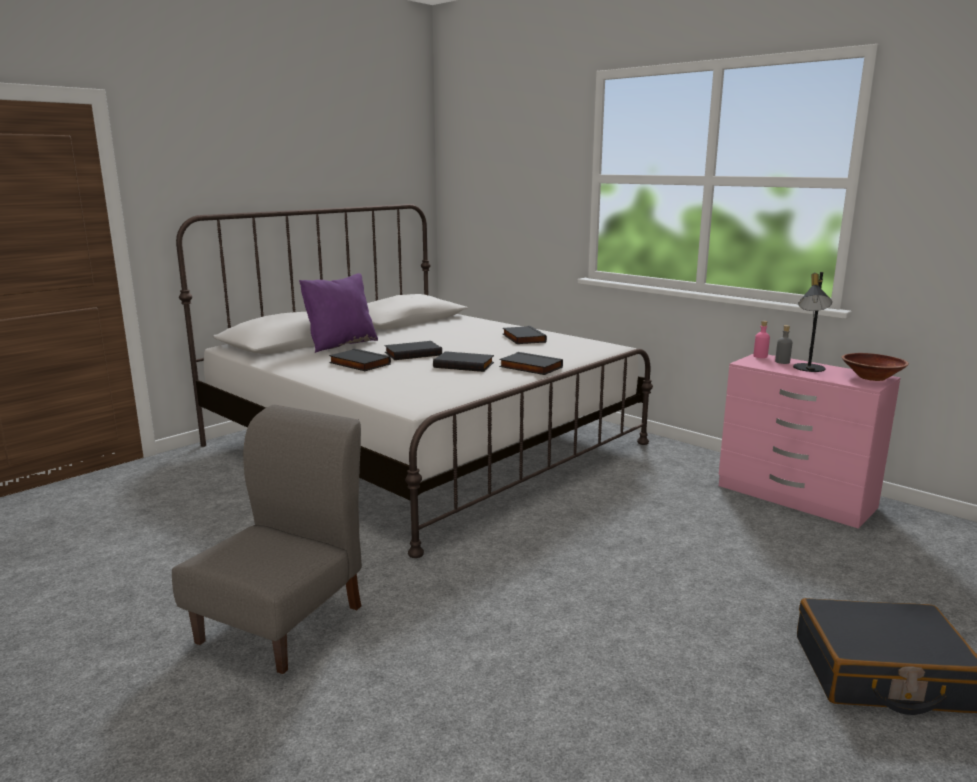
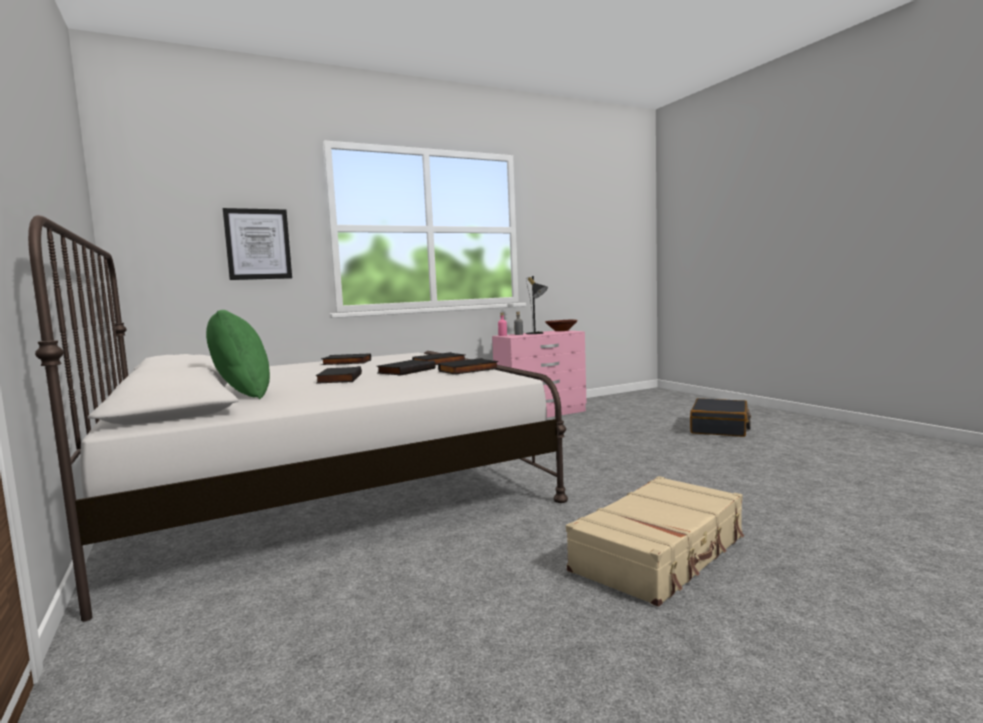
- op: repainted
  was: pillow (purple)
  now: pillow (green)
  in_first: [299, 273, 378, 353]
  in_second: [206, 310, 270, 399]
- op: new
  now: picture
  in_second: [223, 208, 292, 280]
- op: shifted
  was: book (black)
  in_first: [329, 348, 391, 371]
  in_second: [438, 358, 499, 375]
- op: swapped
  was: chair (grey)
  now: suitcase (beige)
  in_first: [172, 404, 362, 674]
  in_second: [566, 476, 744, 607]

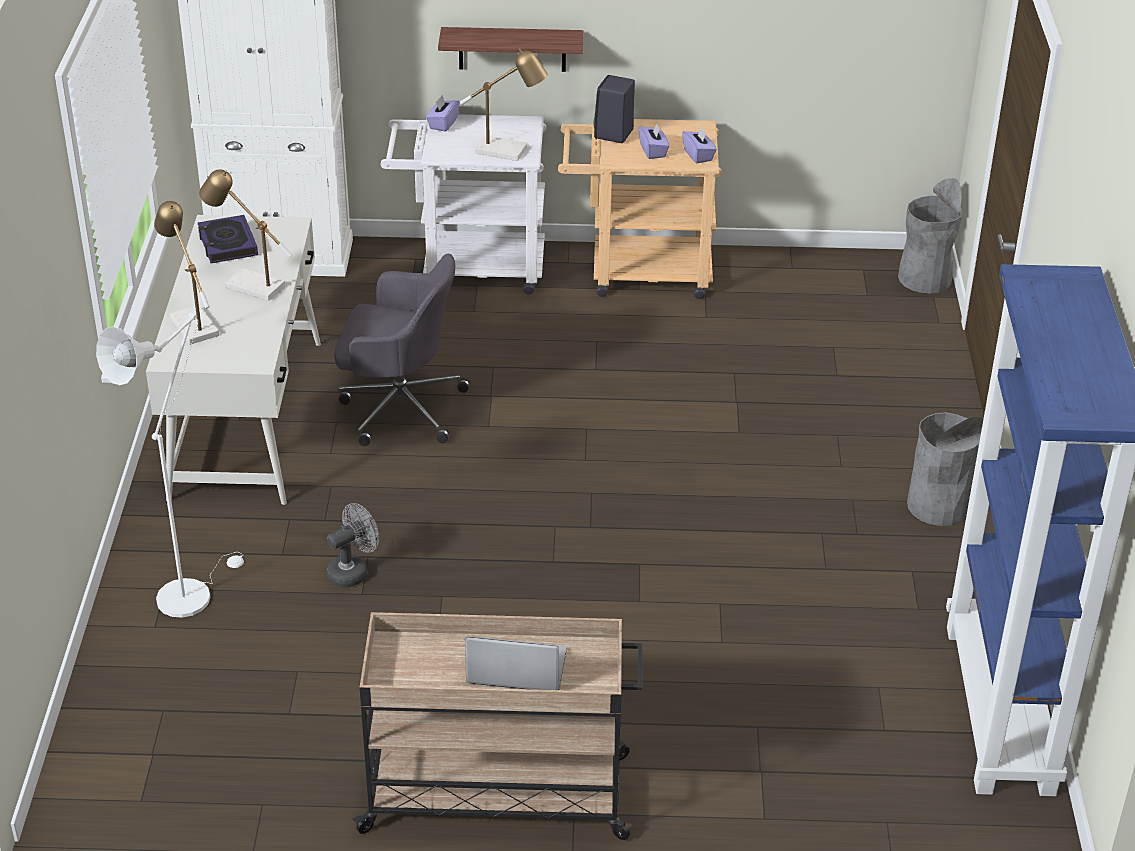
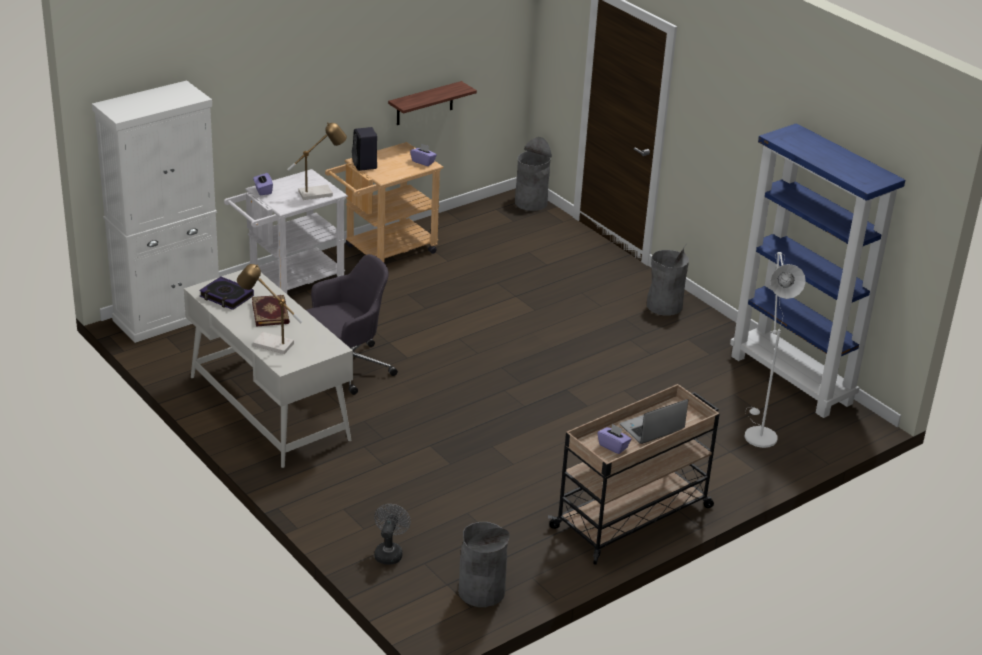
- op: swapped
  was: table lamp
  now: book
  in_first: [199, 169, 292, 301]
  in_second: [252, 295, 290, 327]
- op: shifted
  was: fan (grey)
  in_first: [326, 503, 379, 588]
  in_second: [374, 504, 411, 565]
- op: shifted
  was: shelf
  in_first: [438, 27, 583, 72]
  in_second: [388, 81, 477, 125]
- op: new
  now: trash can (grey)
  in_second: [458, 522, 510, 607]
- op: shifted
  was: tissue box (purple)
  in_first: [639, 123, 669, 159]
  in_second: [597, 424, 631, 454]
- op: shifted
  was: floor lamp (white)
  in_first: [96, 313, 244, 618]
  in_second: [745, 252, 806, 448]

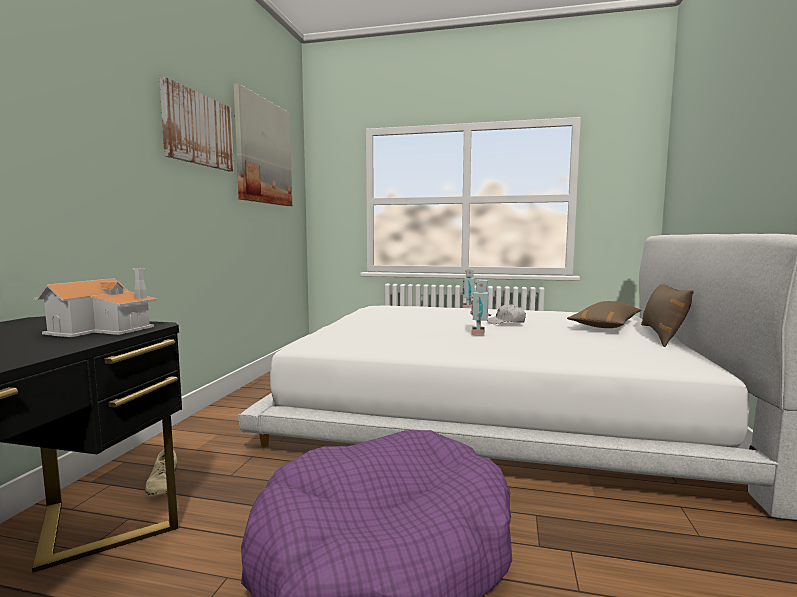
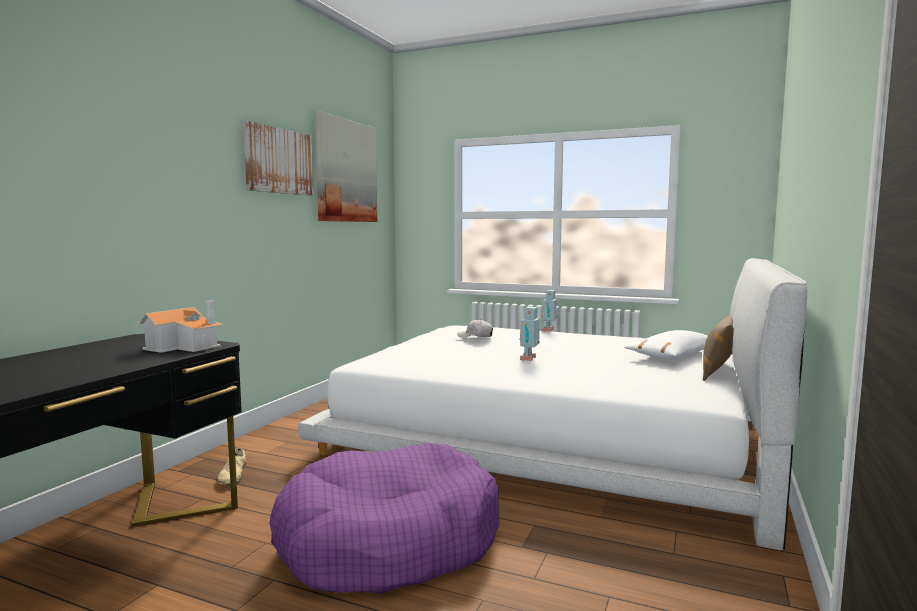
- op: shifted
  was: cap (white)
  in_first: [487, 304, 526, 324]
  in_second: [458, 319, 493, 338]
- op: repainted
  was: pillow (brown)
  now: pillow (white)
  in_first: [567, 301, 641, 328]
  in_second: [624, 330, 708, 359]

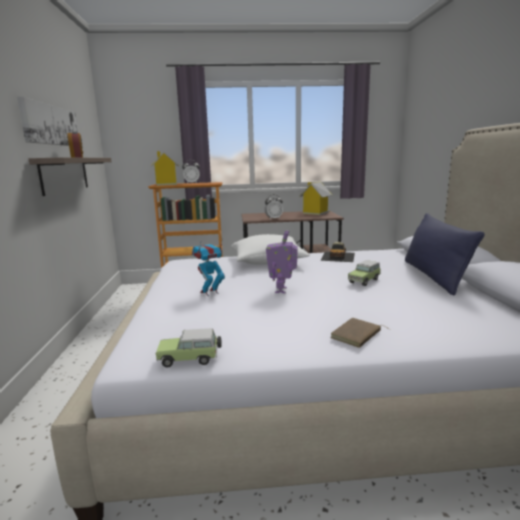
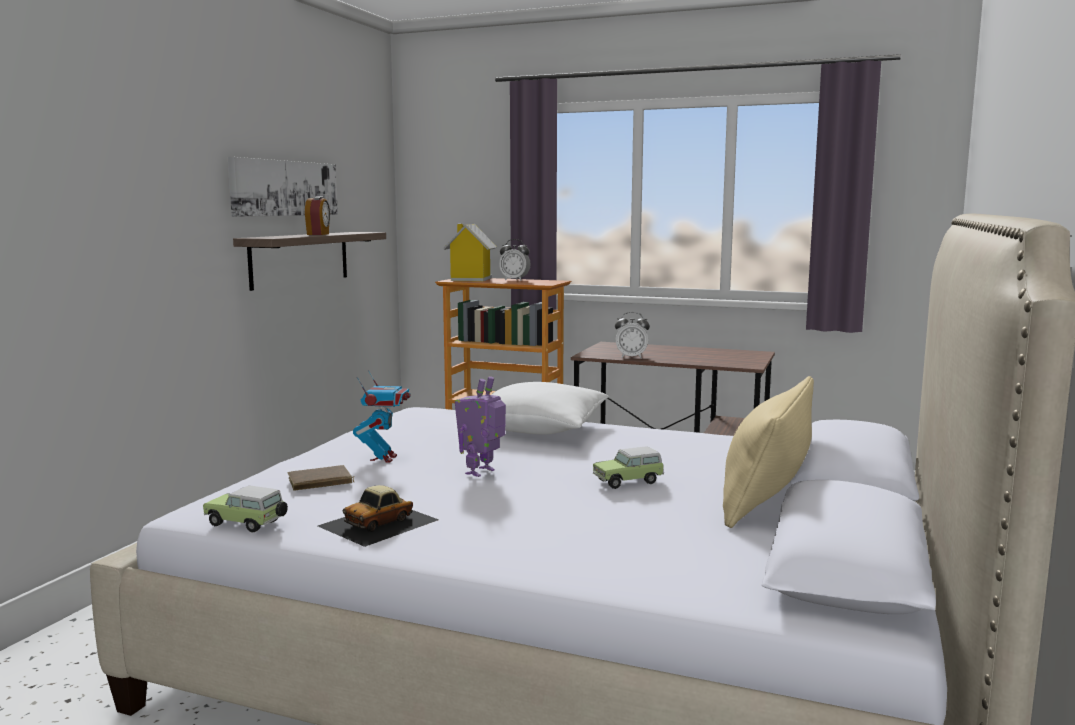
- op: shifted
  was: book (brown)
  in_first: [330, 318, 390, 348]
  in_second: [288, 465, 354, 491]
- op: shifted
  was: toy car
  in_first: [321, 242, 355, 262]
  in_second: [318, 485, 439, 547]
- op: rotated
  was: toy robot
  in_first: [192, 238, 225, 296]
  in_second: [353, 370, 411, 463]
  clockwise: 105
- op: repainted
  was: pillow (blue)
  now: pillow (beige)
  in_first: [405, 213, 485, 296]
  in_second: [723, 376, 814, 528]
- op: gone
  was: toy house
  in_first: [299, 182, 332, 215]

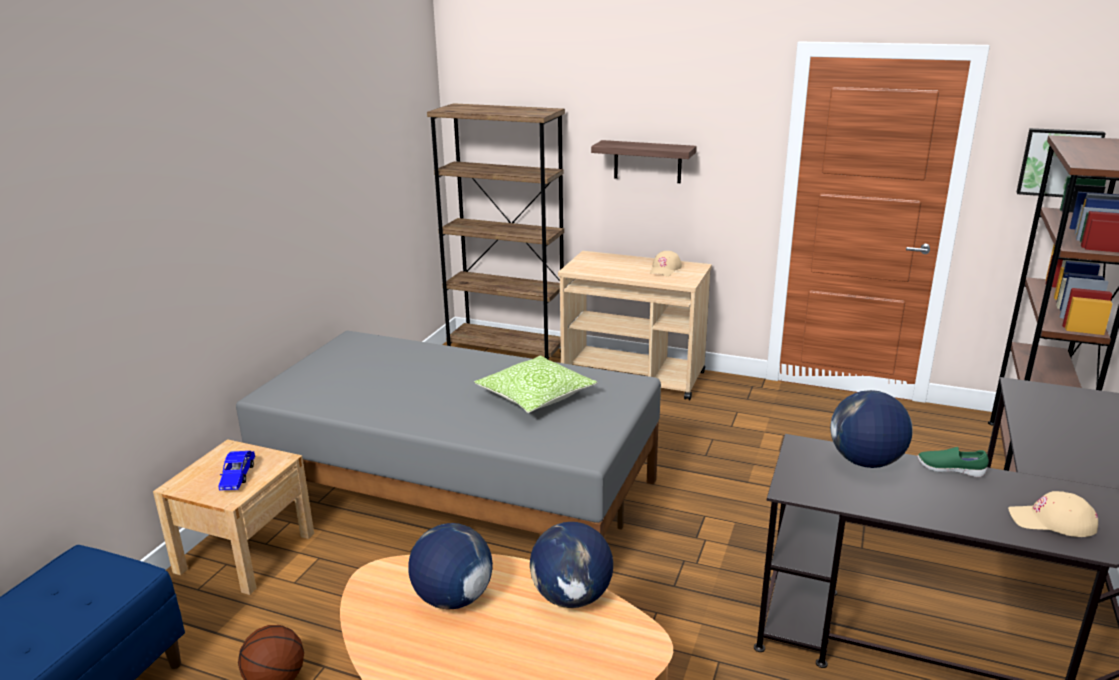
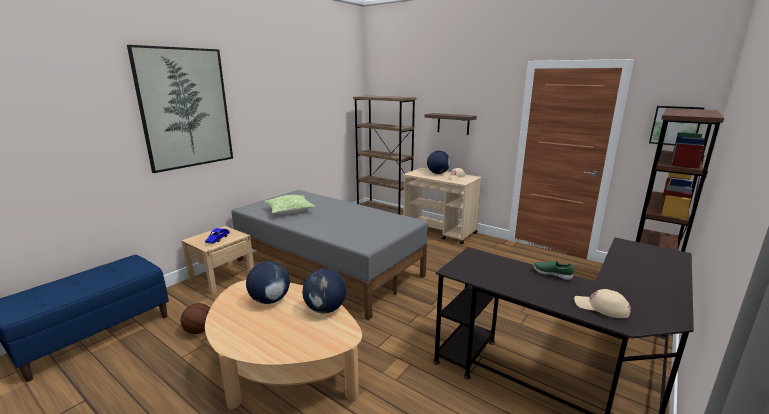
- op: new
  now: picture
  in_second: [127, 45, 233, 173]
- op: shifted
  was: pillow
  in_first: [474, 355, 597, 413]
  in_second: [265, 195, 315, 214]
- op: shifted
  was: globe
  in_first: [830, 390, 913, 468]
  in_second: [427, 151, 450, 174]

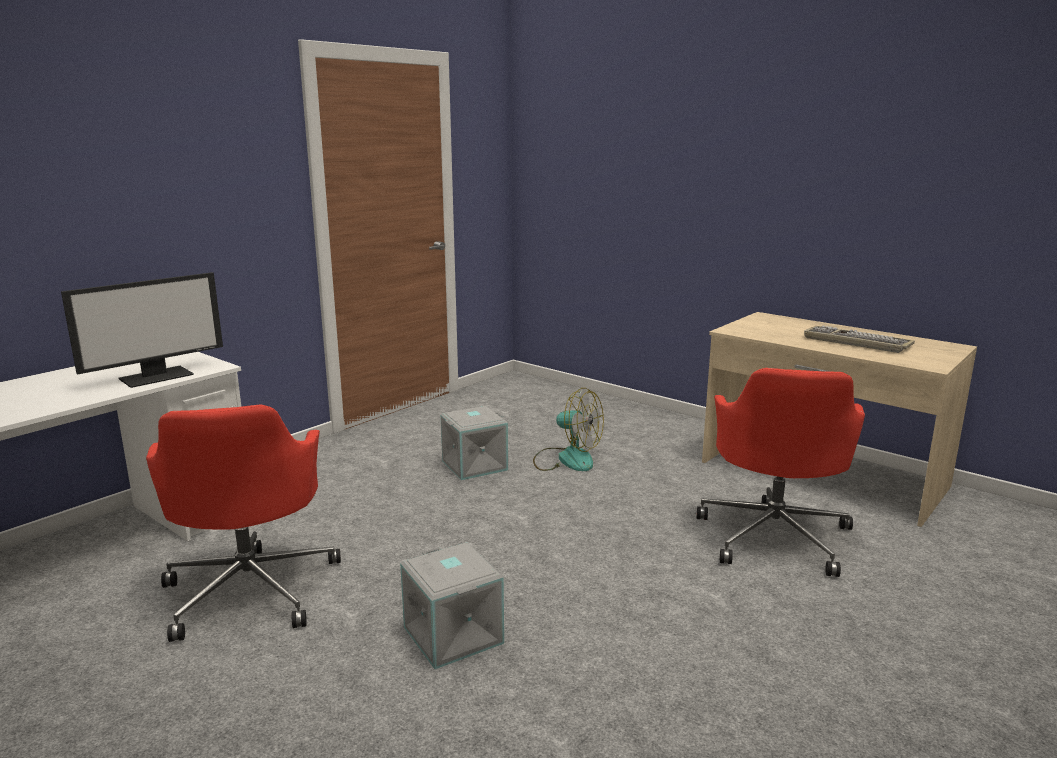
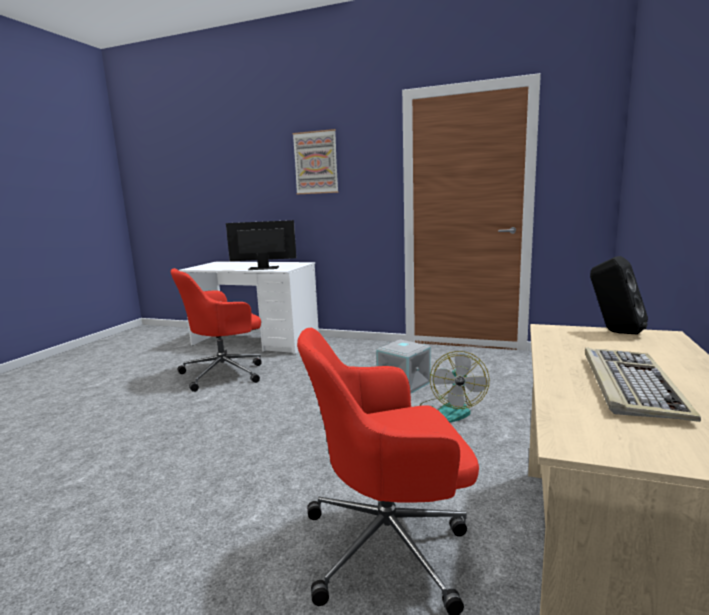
- op: rotated
  was: monitor
  in_first: [61, 272, 223, 388]
  in_second: [226, 220, 296, 270]
  clockwise: 150
- op: new
  now: picture
  in_second: [293, 129, 339, 194]
- op: new
  now: speaker (black)
  in_second: [590, 256, 648, 335]
- op: gone
  was: storage box (grey)
  in_first: [400, 542, 504, 669]

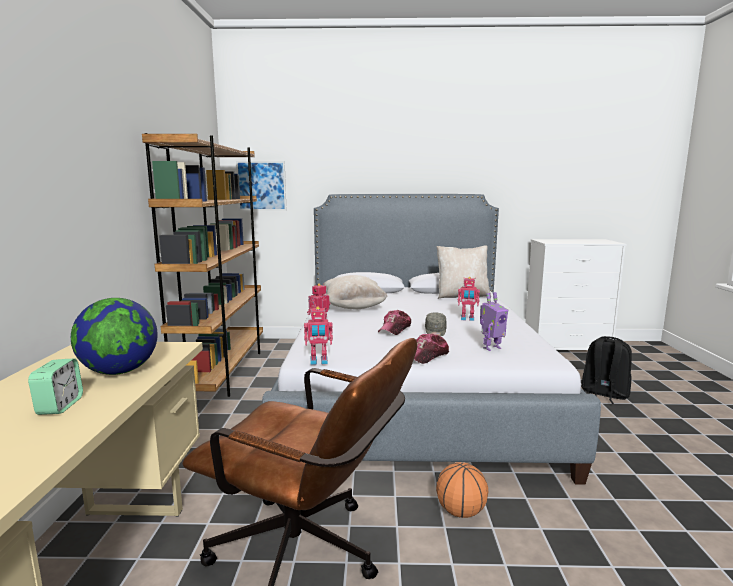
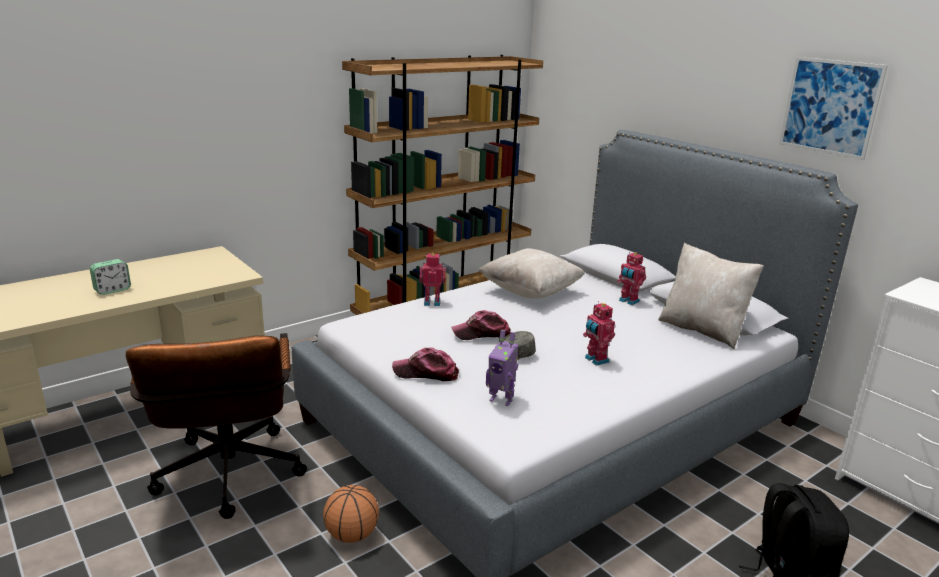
- op: shifted
  was: toy robot
  in_first: [304, 306, 333, 365]
  in_second: [617, 252, 646, 305]
- op: shifted
  was: picture
  in_first: [236, 161, 287, 211]
  in_second: [779, 57, 888, 160]
- op: gone
  was: globe
  in_first: [71, 298, 158, 375]

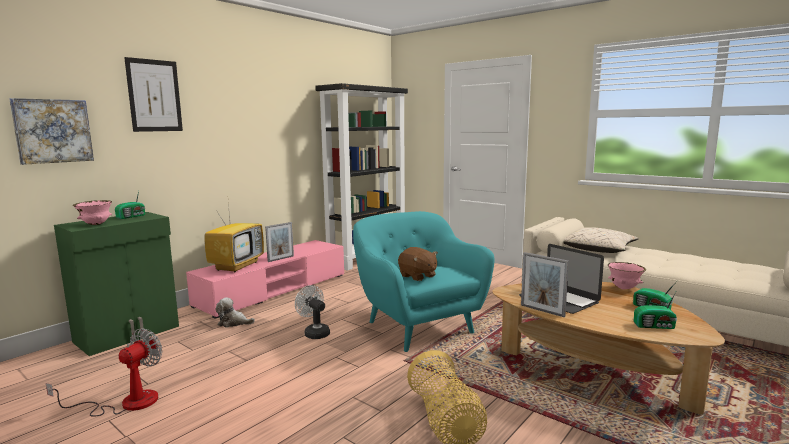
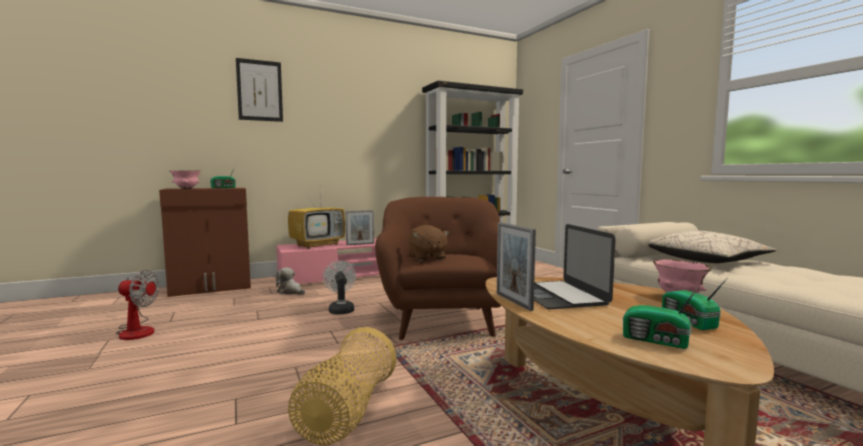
- op: rotated
  was: fan
  in_first: [46, 328, 163, 417]
  in_second: [116, 270, 160, 340]
  clockwise: 45
- op: repainted
  was: cabinet (green)
  now: cabinet (brown)
  in_first: [54, 212, 179, 356]
  in_second: [159, 188, 251, 297]
- op: repainted
  was: armchair (turquoise)
  now: armchair (brown)
  in_first: [353, 211, 494, 352]
  in_second: [375, 197, 501, 340]
- op: gone
  was: picture
  in_first: [9, 98, 94, 165]

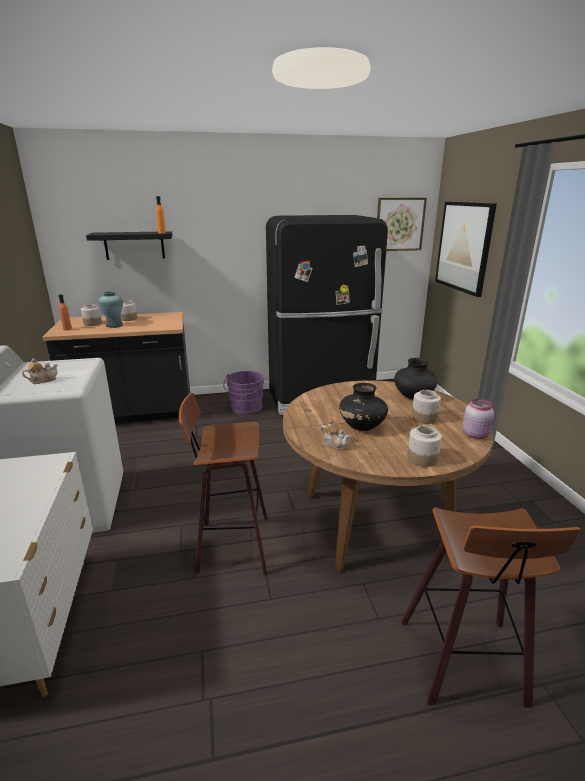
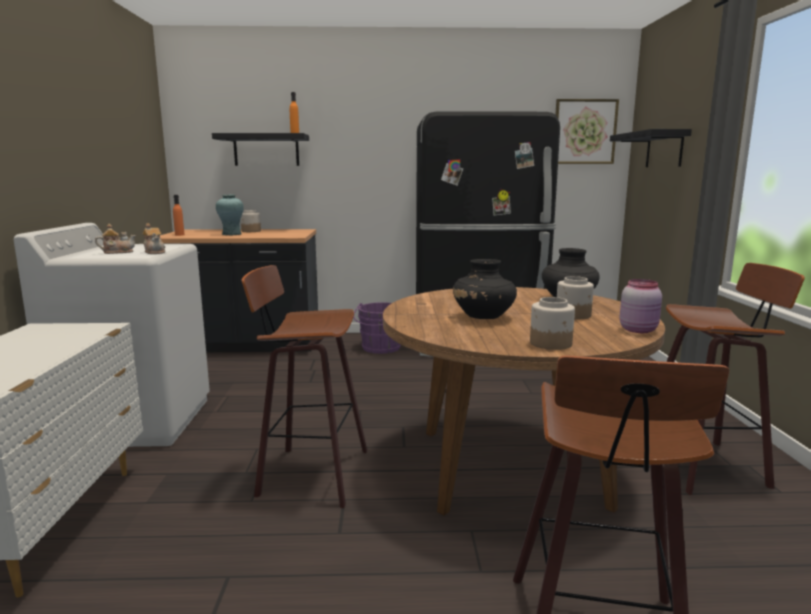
- op: shifted
  was: teapot
  in_first: [320, 419, 350, 450]
  in_second: [143, 223, 165, 254]
- op: swapped
  was: picture
  now: shelf (black)
  in_first: [435, 202, 497, 297]
  in_second: [610, 129, 692, 167]
- op: new
  now: stool
  in_second: [666, 263, 805, 495]
- op: gone
  was: jar
  in_first: [81, 304, 102, 326]

